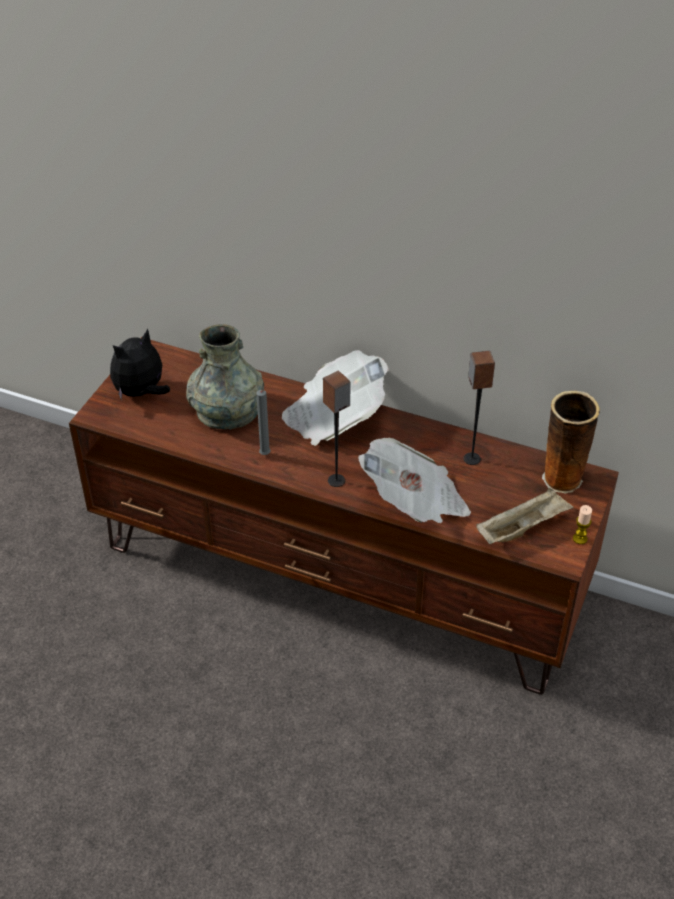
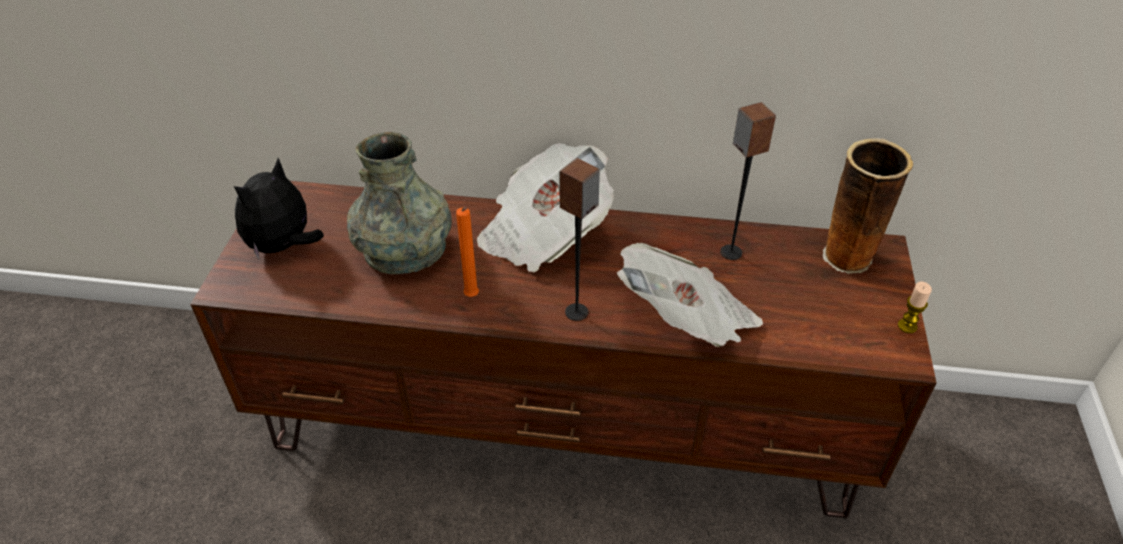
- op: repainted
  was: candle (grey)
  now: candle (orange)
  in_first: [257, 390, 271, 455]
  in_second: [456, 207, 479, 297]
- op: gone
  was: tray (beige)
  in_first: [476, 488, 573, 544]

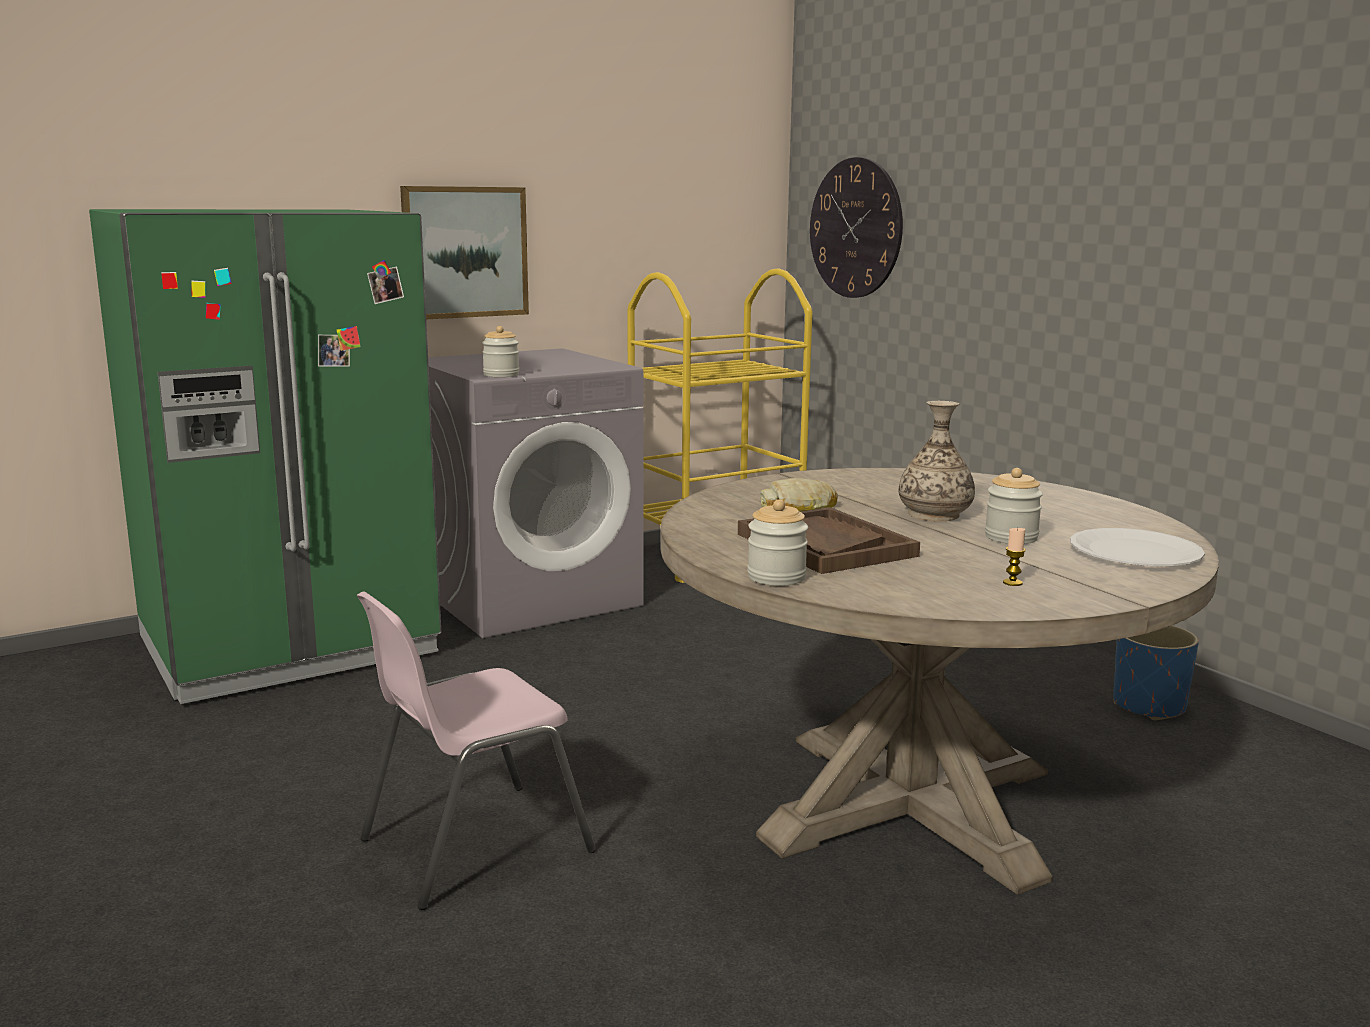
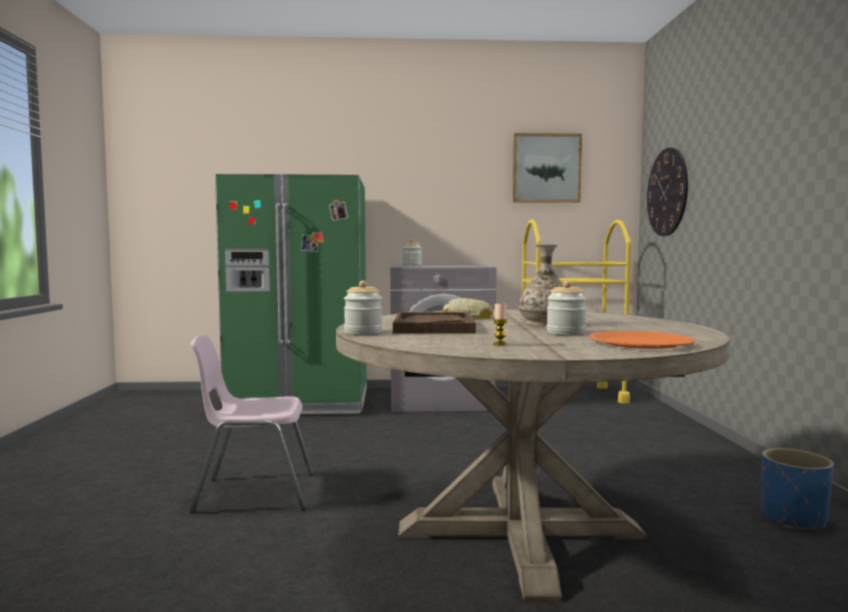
- op: shifted
  was: picture
  in_first: [400, 186, 529, 319]
  in_second: [513, 133, 582, 203]
- op: repainted
  was: plate (white)
  now: plate (orange)
  in_first: [1070, 528, 1205, 566]
  in_second: [589, 331, 695, 349]

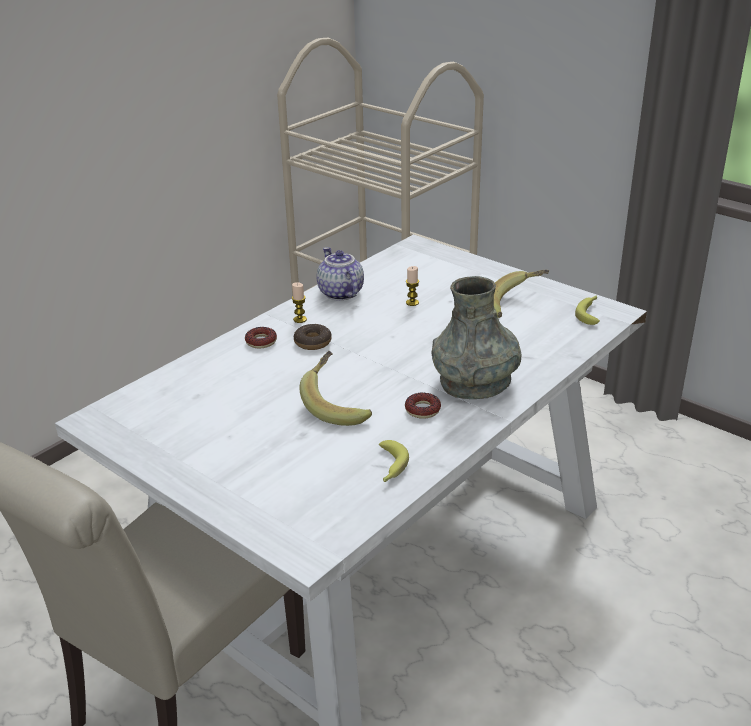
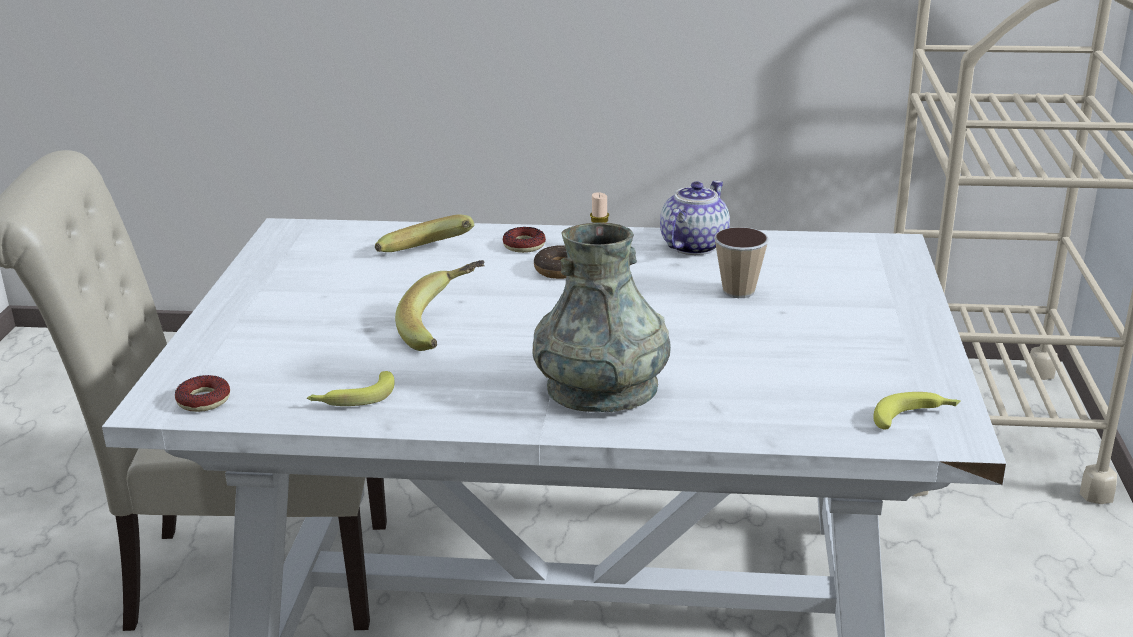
- op: shifted
  was: donut
  in_first: [405, 393, 441, 419]
  in_second: [175, 375, 230, 412]
- op: shifted
  was: banana
  in_first: [494, 270, 549, 318]
  in_second: [375, 214, 474, 252]
- op: swapped
  was: candle
  now: cup
  in_first: [406, 266, 419, 306]
  in_second: [714, 227, 769, 298]

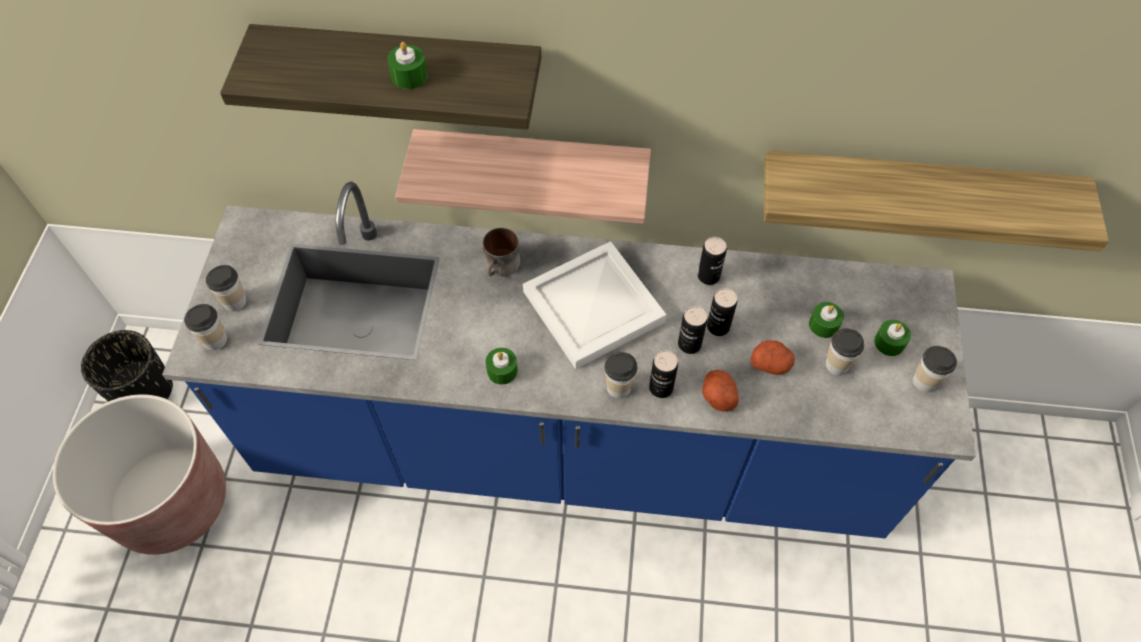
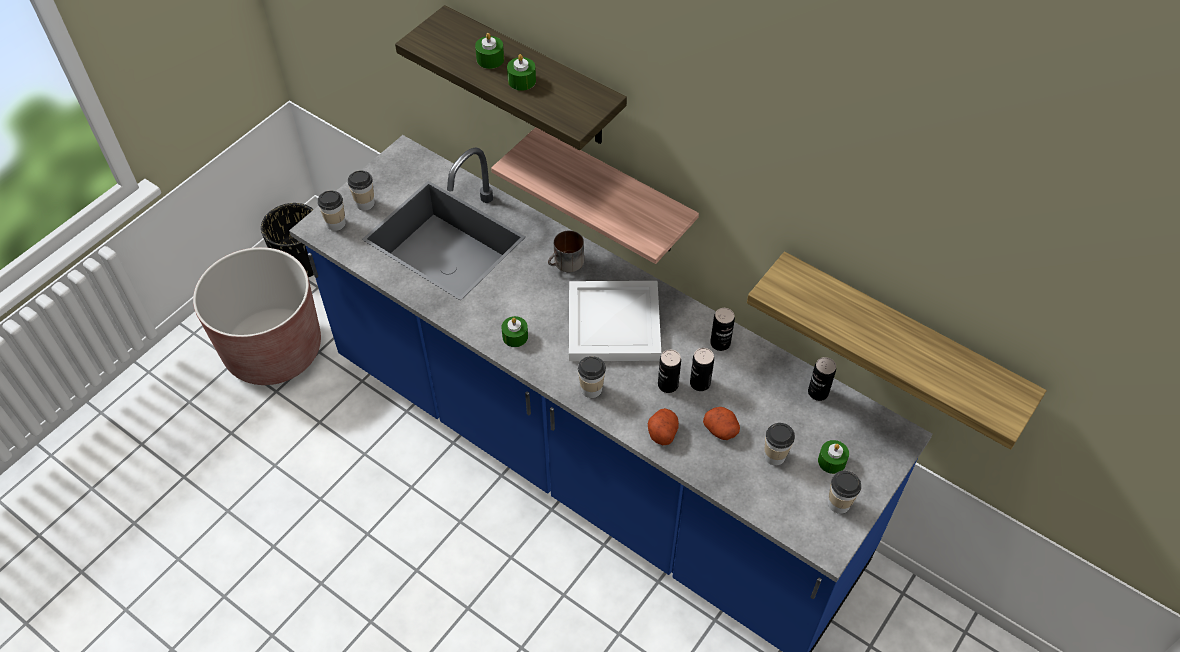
- op: shifted
  was: candle (green)
  in_first: [809, 302, 844, 338]
  in_second: [475, 33, 504, 69]
- op: shifted
  was: can
  in_first: [649, 351, 678, 398]
  in_second: [808, 357, 836, 401]

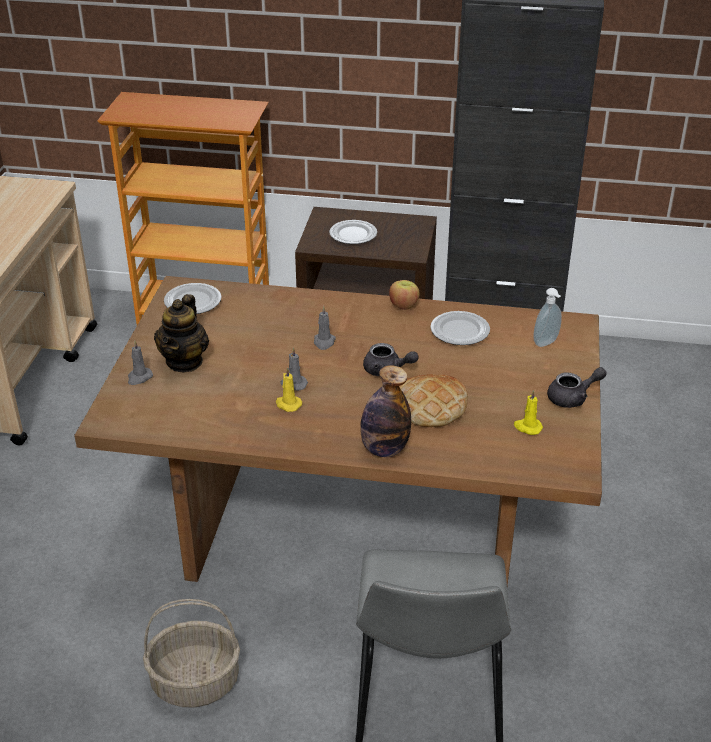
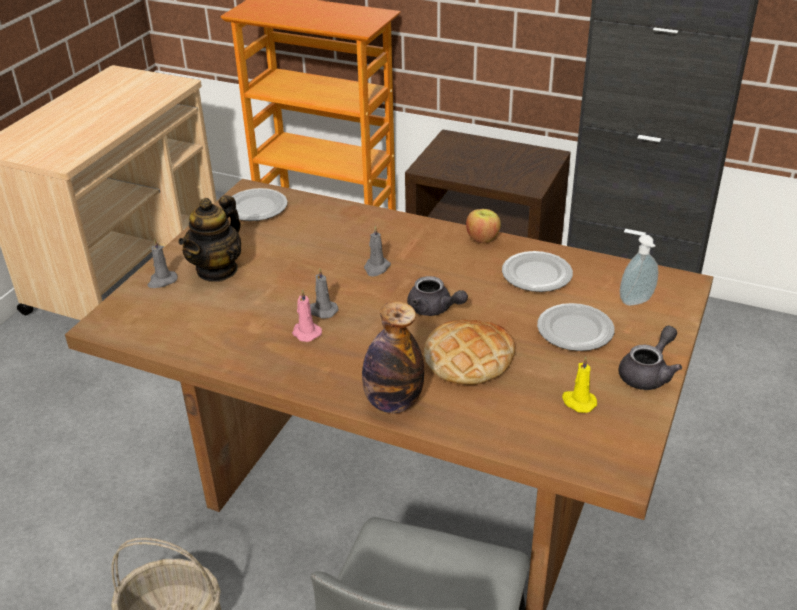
- op: repainted
  was: candle (yellow)
  now: candle (pink)
  in_first: [276, 367, 302, 412]
  in_second: [292, 290, 322, 342]
- op: shifted
  was: plate
  in_first: [329, 220, 377, 244]
  in_second: [537, 303, 615, 351]
- op: rotated
  was: teapot (grey)
  in_first: [547, 367, 607, 408]
  in_second: [618, 326, 682, 390]
  clockwise: -45

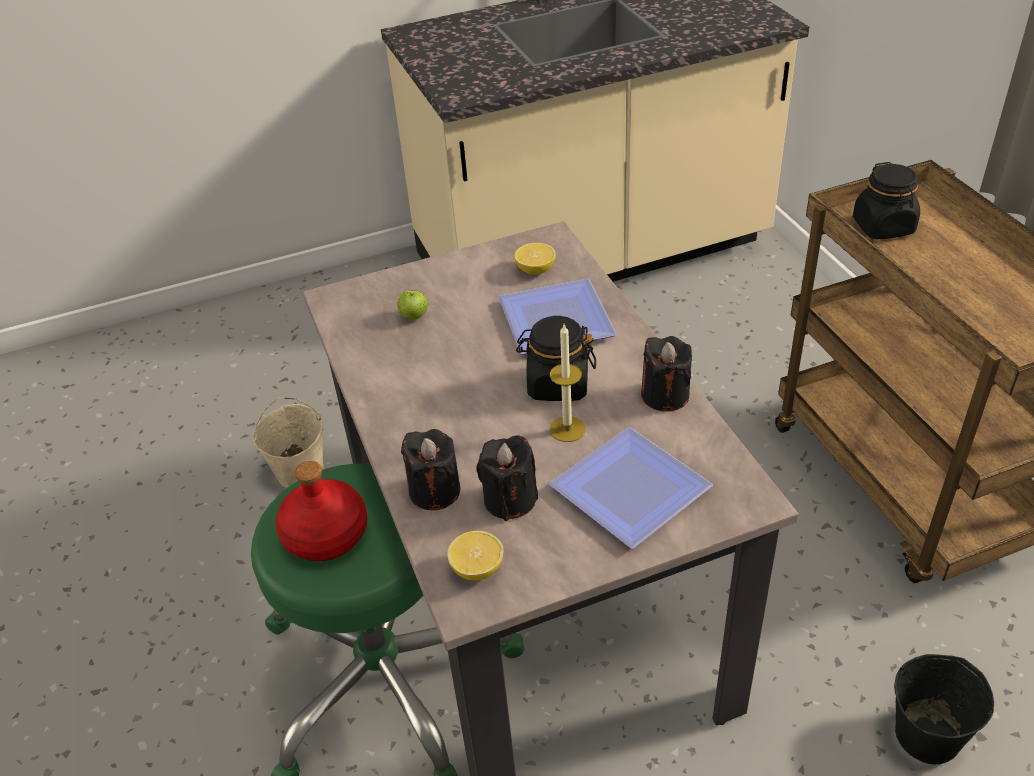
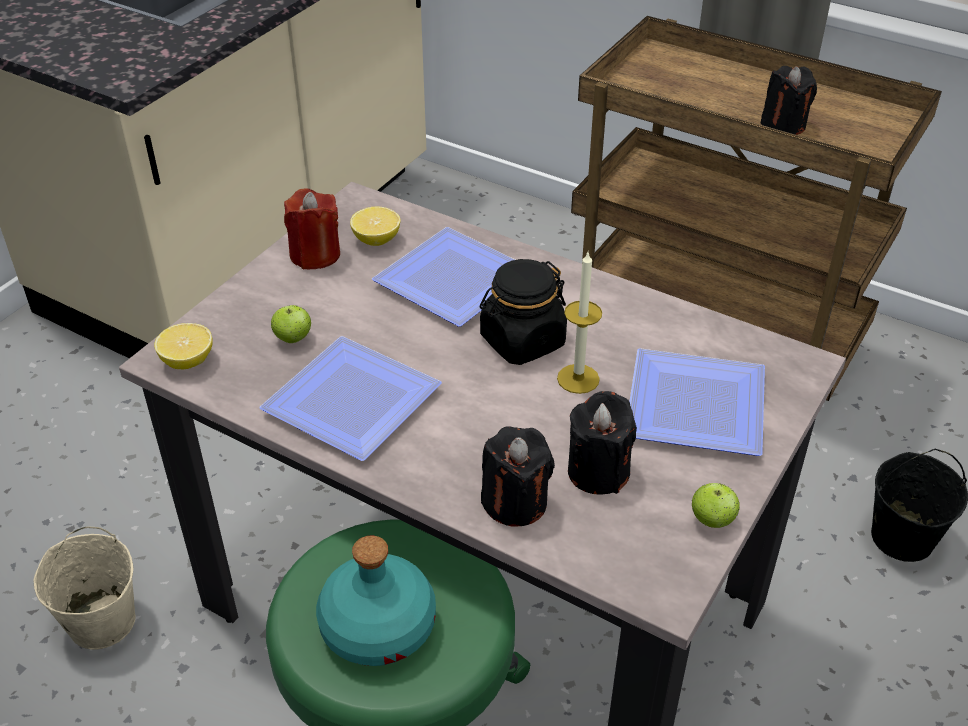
- op: shifted
  was: lemon
  in_first: [447, 531, 504, 581]
  in_second: [154, 323, 213, 369]
- op: new
  now: plate
  in_second: [259, 336, 442, 461]
- op: new
  now: candle (red)
  in_second: [284, 189, 340, 270]
- op: repainted
  was: bottle (red)
  now: bottle (turquoise)
  in_first: [276, 461, 368, 561]
  in_second: [316, 535, 436, 666]
- op: new
  now: apple
  in_second: [692, 483, 740, 528]
- op: shifted
  was: candle (black)
  in_first: [641, 336, 692, 412]
  in_second: [761, 66, 817, 135]
- op: gone
  was: jar (black)
  in_first: [853, 162, 920, 240]

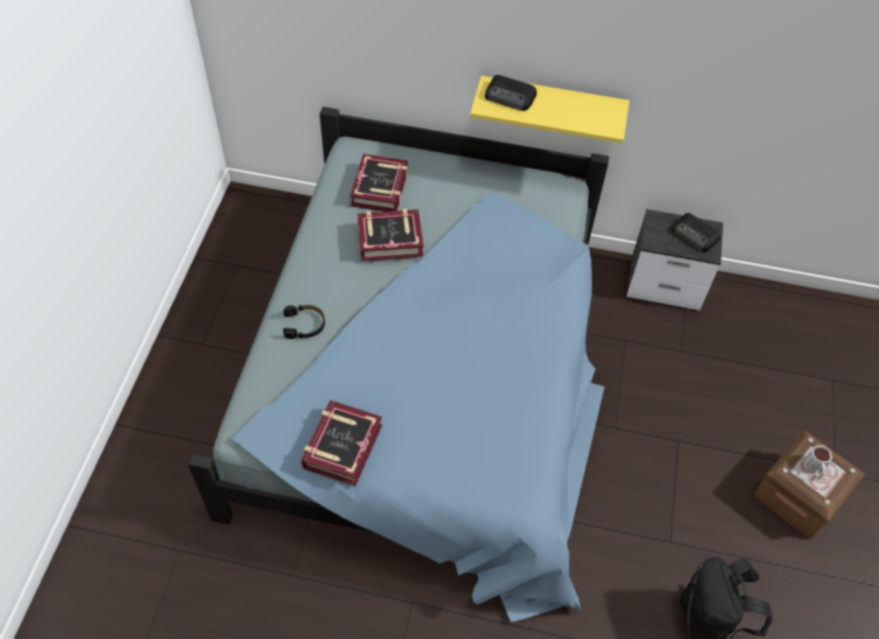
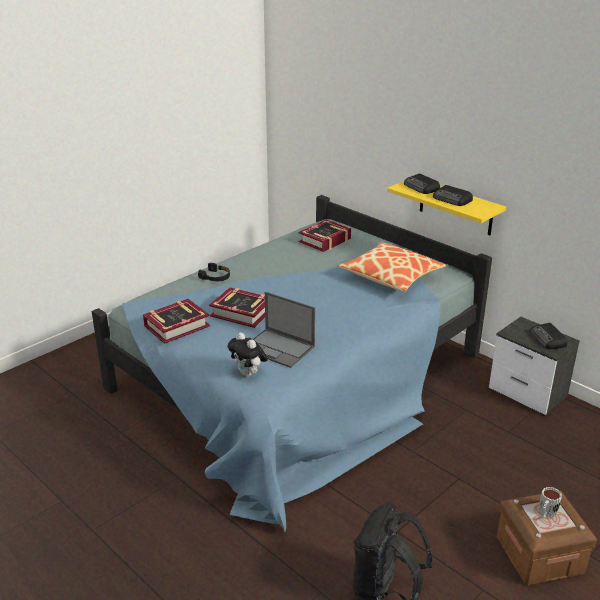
- op: shifted
  was: book
  in_first: [357, 209, 424, 261]
  in_second: [209, 287, 265, 328]
- op: new
  now: plush toy
  in_second: [227, 332, 268, 377]
- op: new
  now: laptop
  in_second: [253, 291, 315, 368]
- op: new
  now: pillow
  in_second: [338, 243, 446, 292]
- op: new
  now: radio
  in_second: [433, 185, 473, 206]

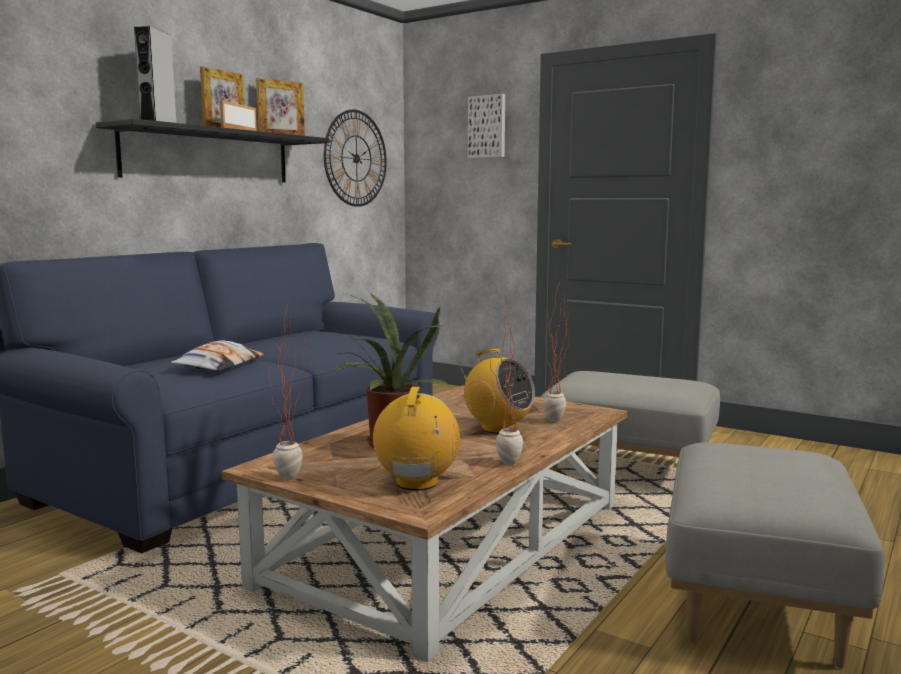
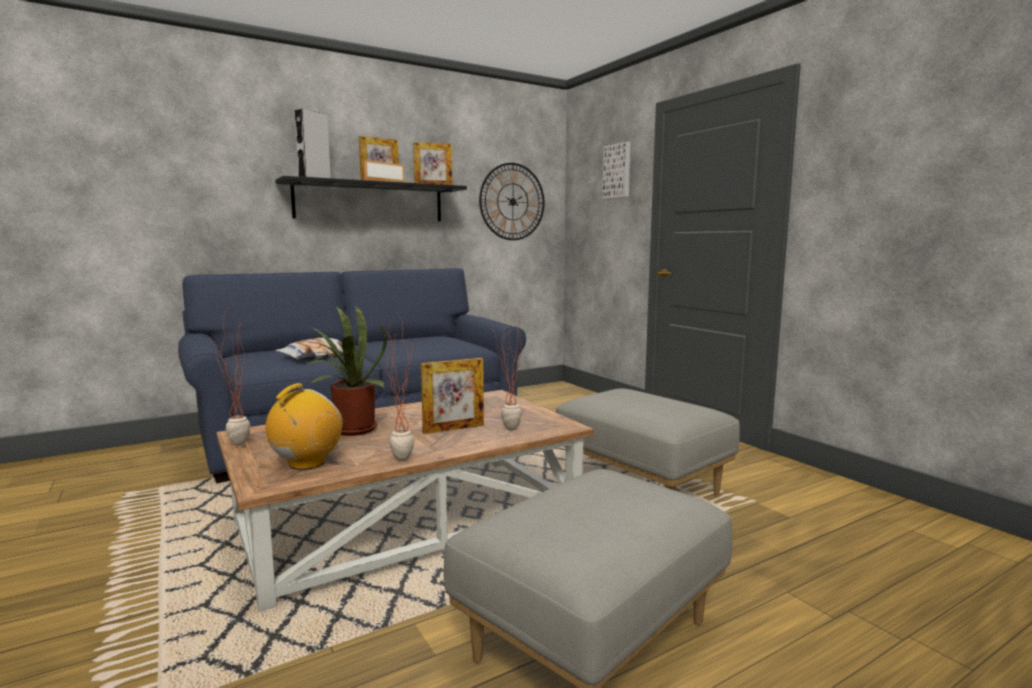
- op: swapped
  was: radio
  now: picture frame
  in_first: [458, 349, 535, 434]
  in_second: [421, 358, 484, 434]

